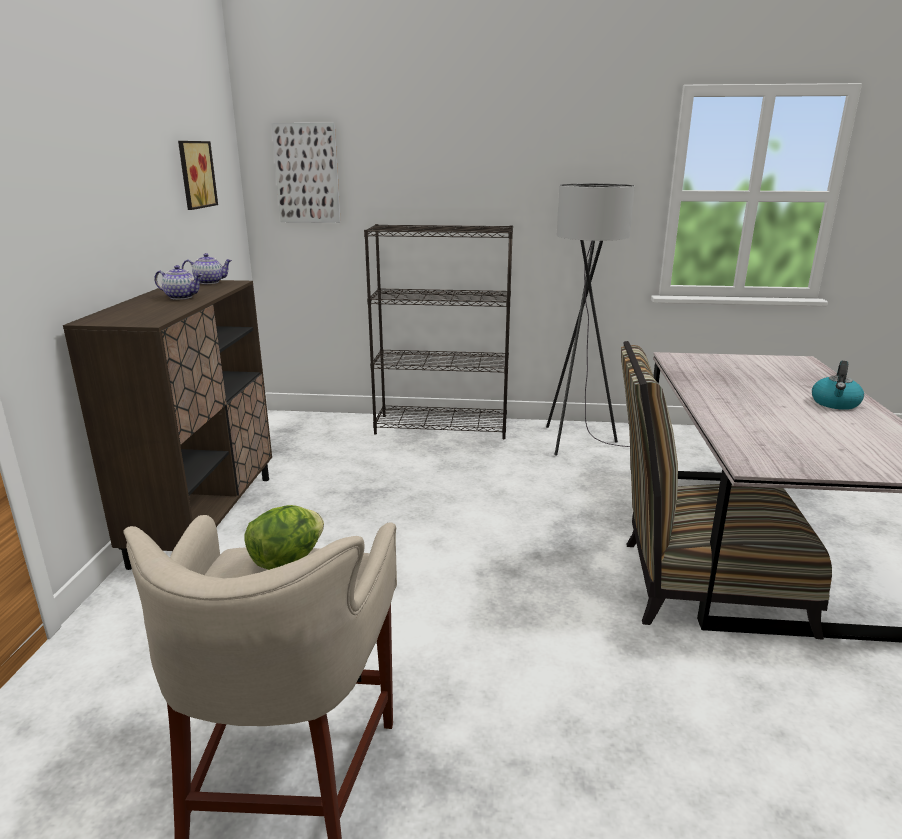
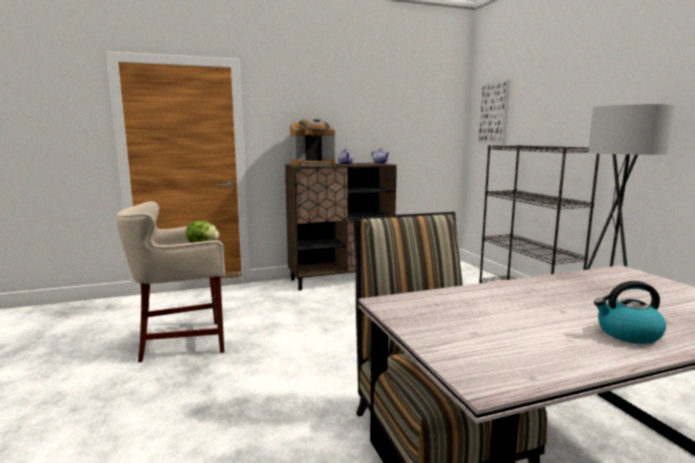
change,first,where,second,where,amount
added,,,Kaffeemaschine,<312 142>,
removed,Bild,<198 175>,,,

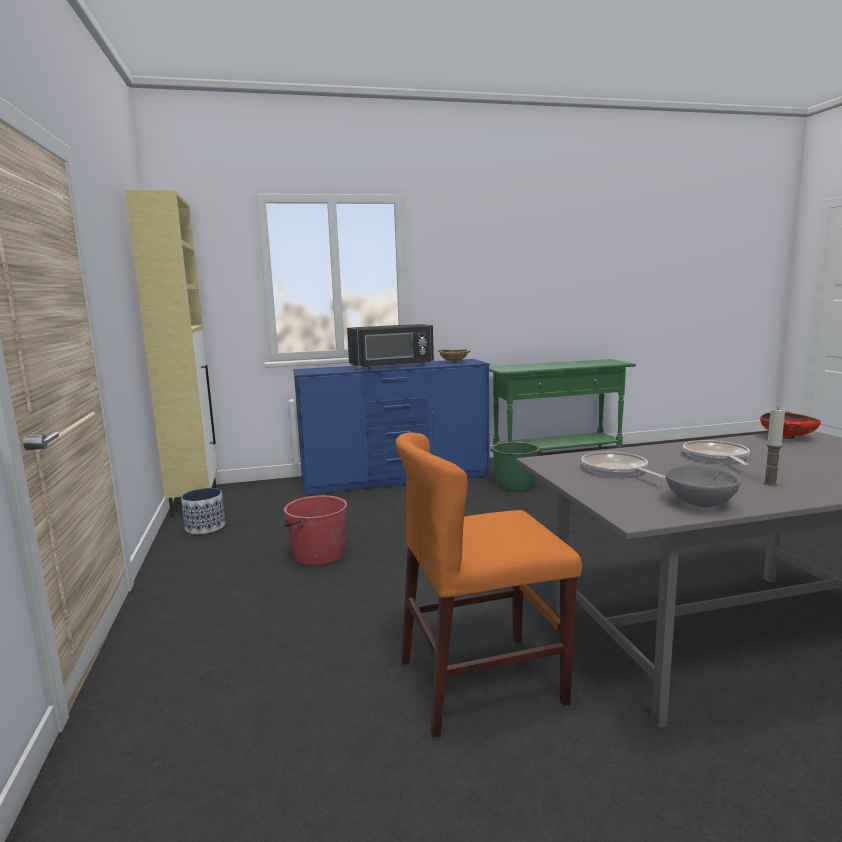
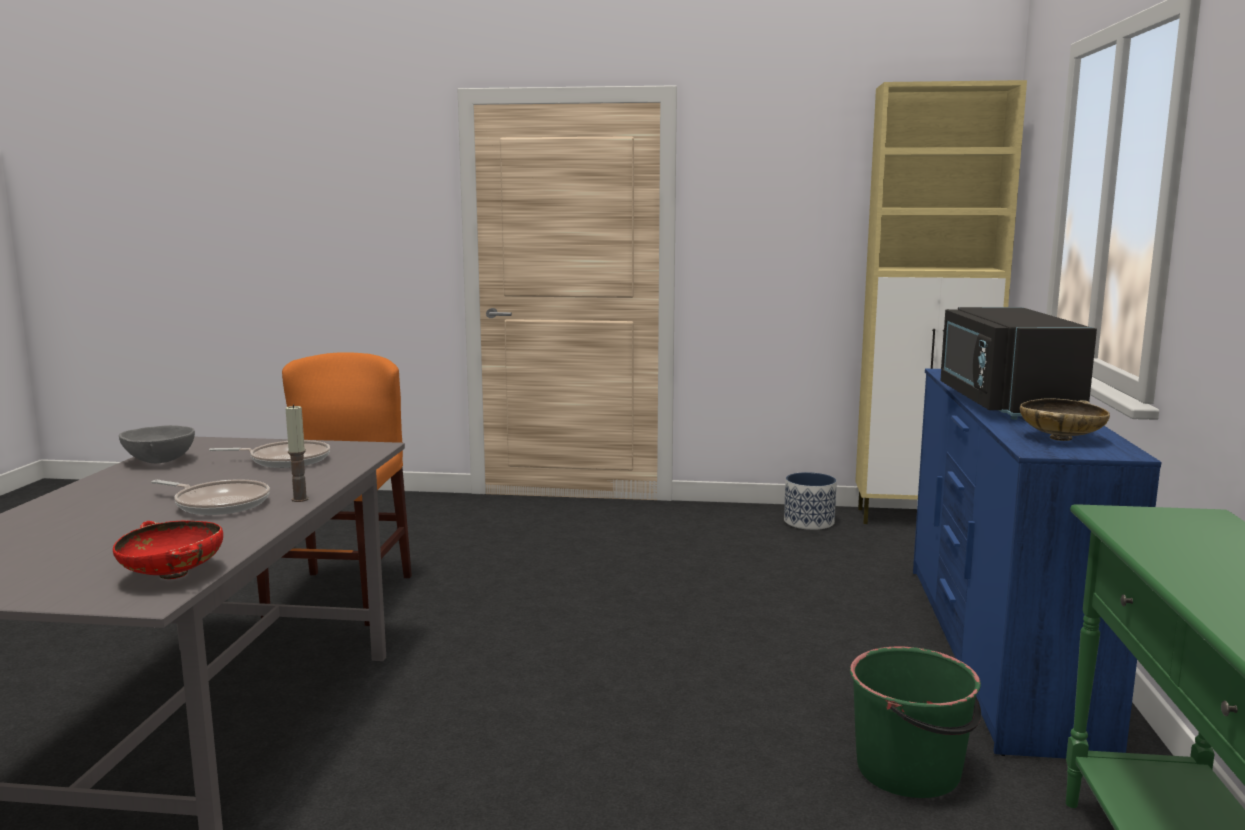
change,first,where,second,where,amount
moved,Kerze,<774 446>,,<297 453>,
removed,Eimer [rot],<315 530>,,,

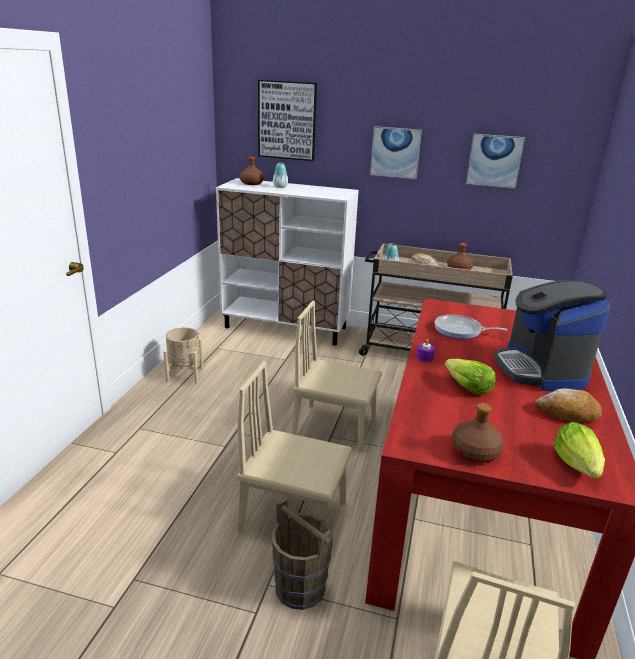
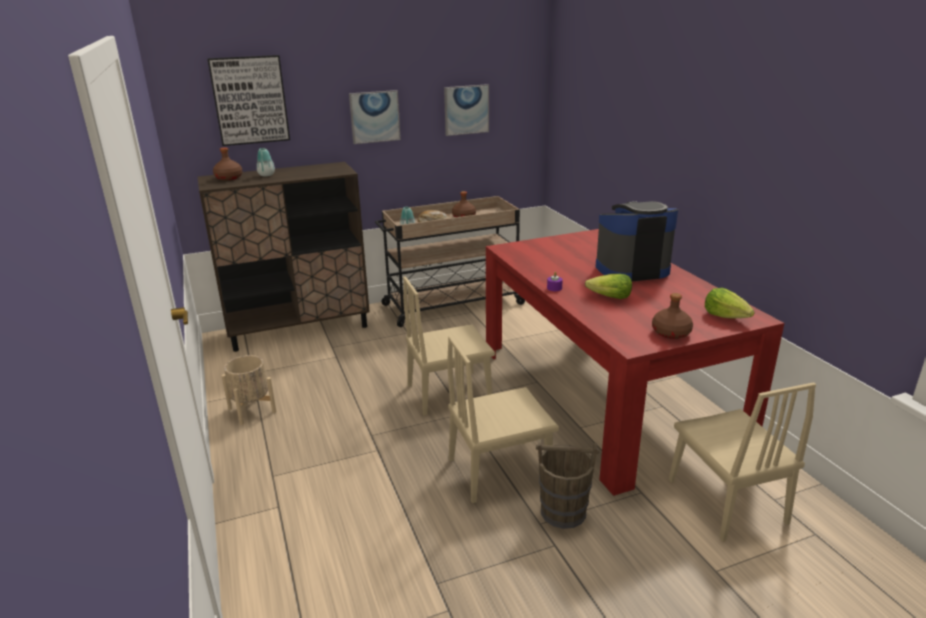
change,first,where,second,where,amount
recoloured,Schrank [weiß],<287 261>,Schrank [braun],<284 257>,
turned,Kaffeemaschine,<552 335>,,<637 241>,120 degrees clockwise
removed,Pfanne,<471 327>,,,
removed,Brot,<568 405>,,,

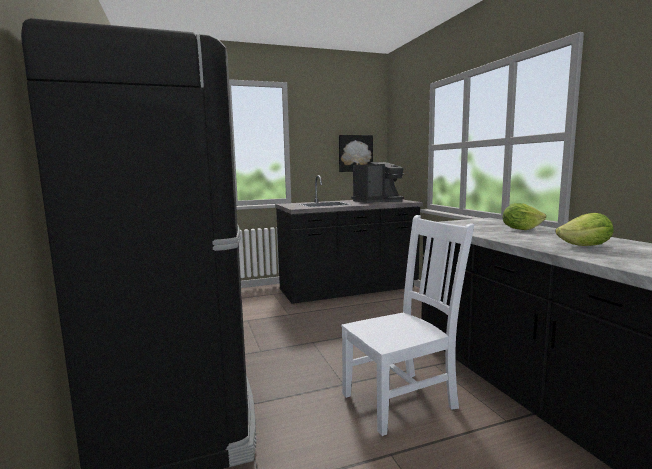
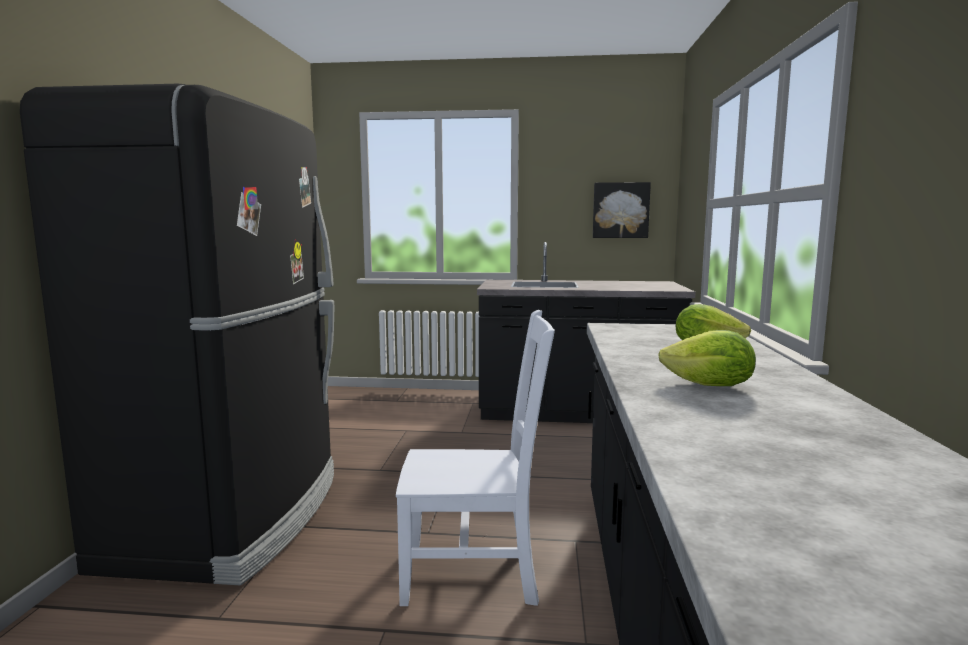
change,first,where,second,where,amount
removed,Kaffeemaschine,<377 182>,,,

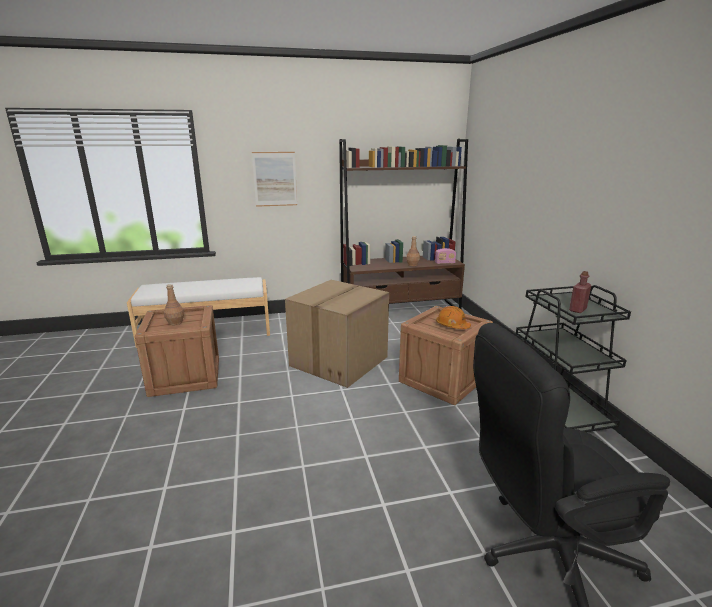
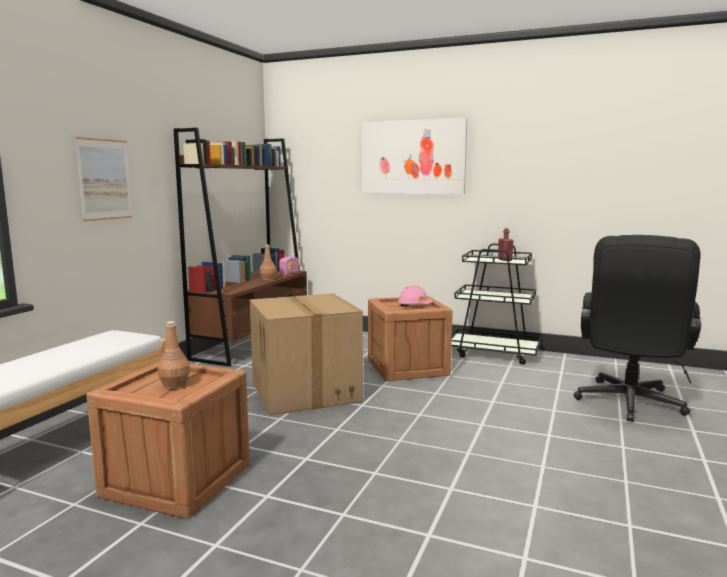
change,first,where,second,where,amount
added,,,Bild,<414 156>,
recoloured,Schutzhelm [orange],<453 317>,Schutzhelm [rosa],<414 296>,

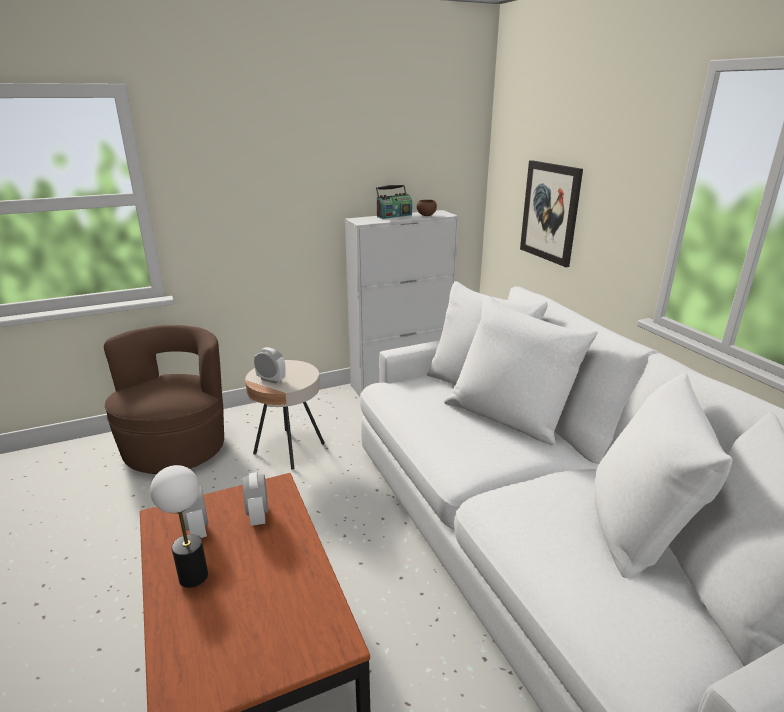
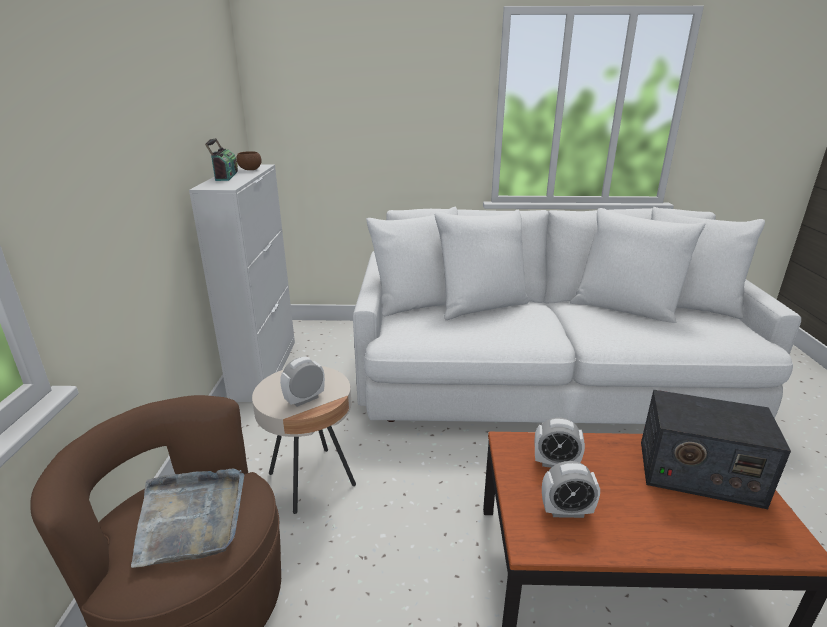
change,first,where,second,where,amount
added,,,Tablett [grau],<187 518>,
added,,,Radio,<716 449>,
removed,Tischlampe,<179 526>,,,
removed,Bild,<551 213>,,,

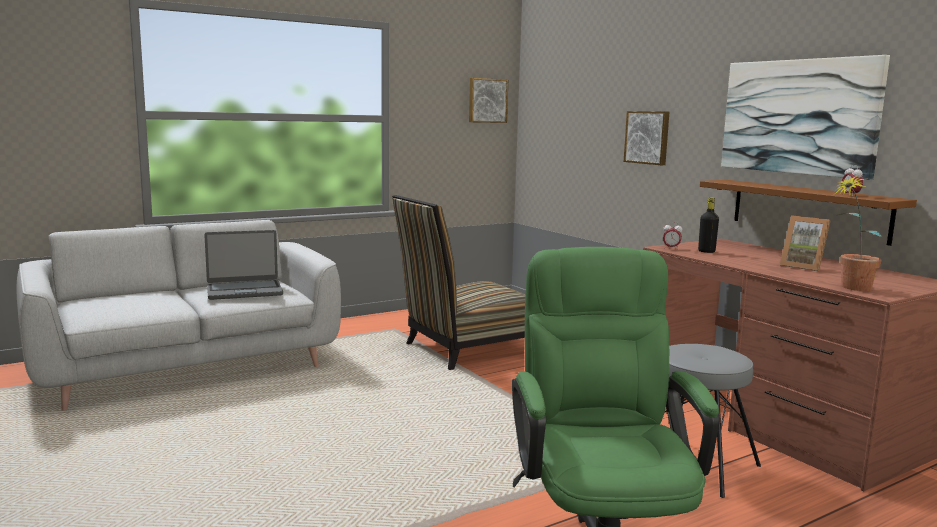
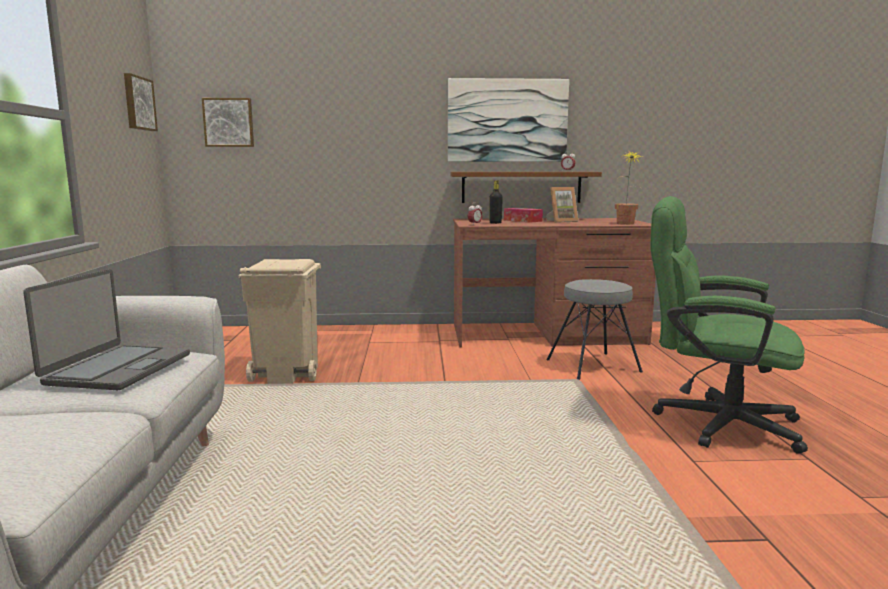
change,first,where,second,where,amount
moved,Bild,<646 138>,,<228 122>,
replaced,Stuhl,<458 282>,Mülleimer [beige],<280 321>,
added,,,Taschentuchbox,<523 215>,

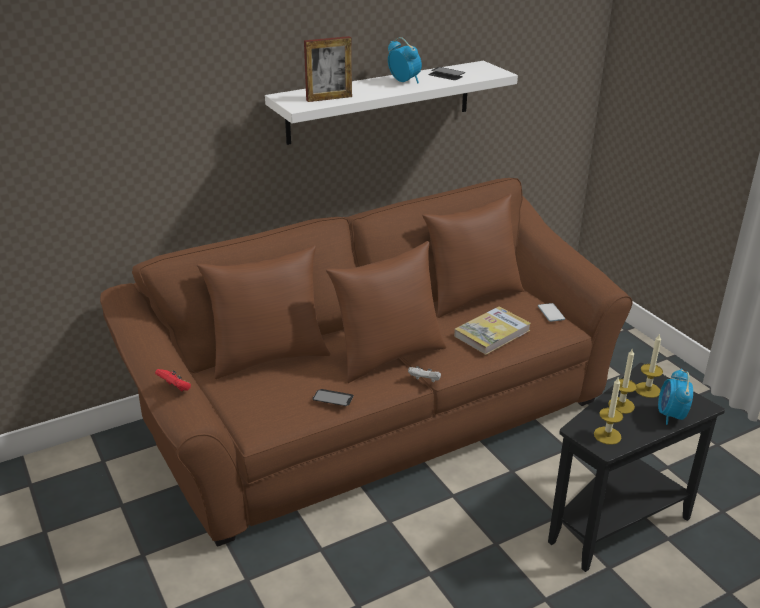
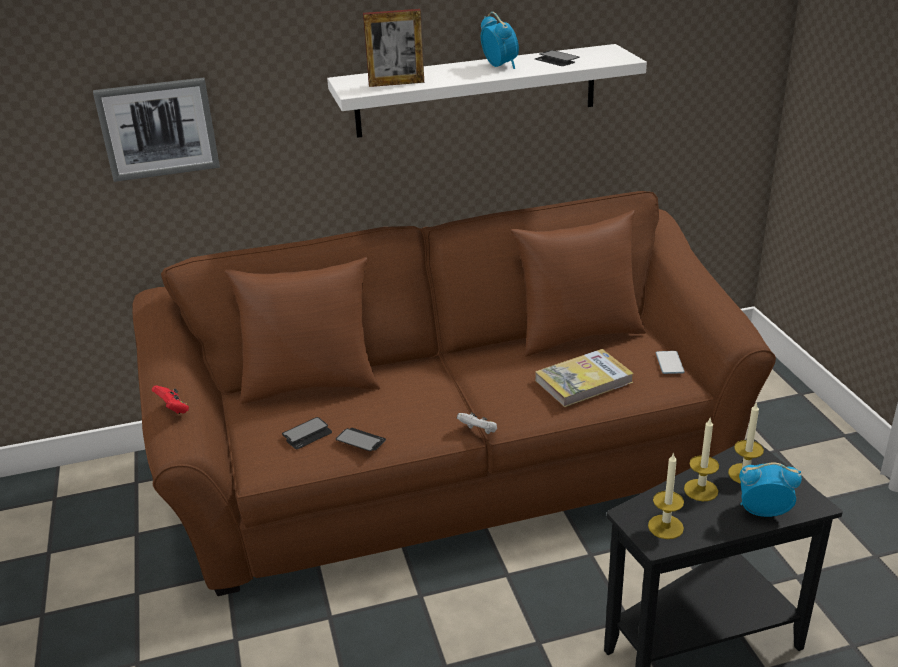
change,first,where,second,where,amount
added,,,Bild,<156 130>,
added,,,Handy,<307 433>,
turned,Wecker,<675 397>,,<770 489>,75 degrees clockwise
removed,Kissen [braun],<386 312>,,,

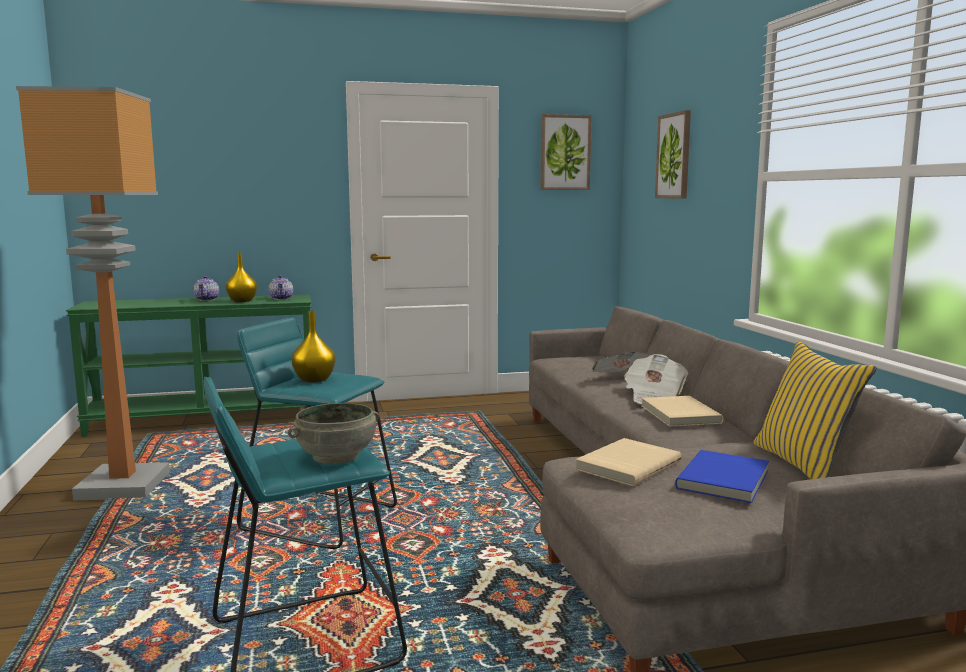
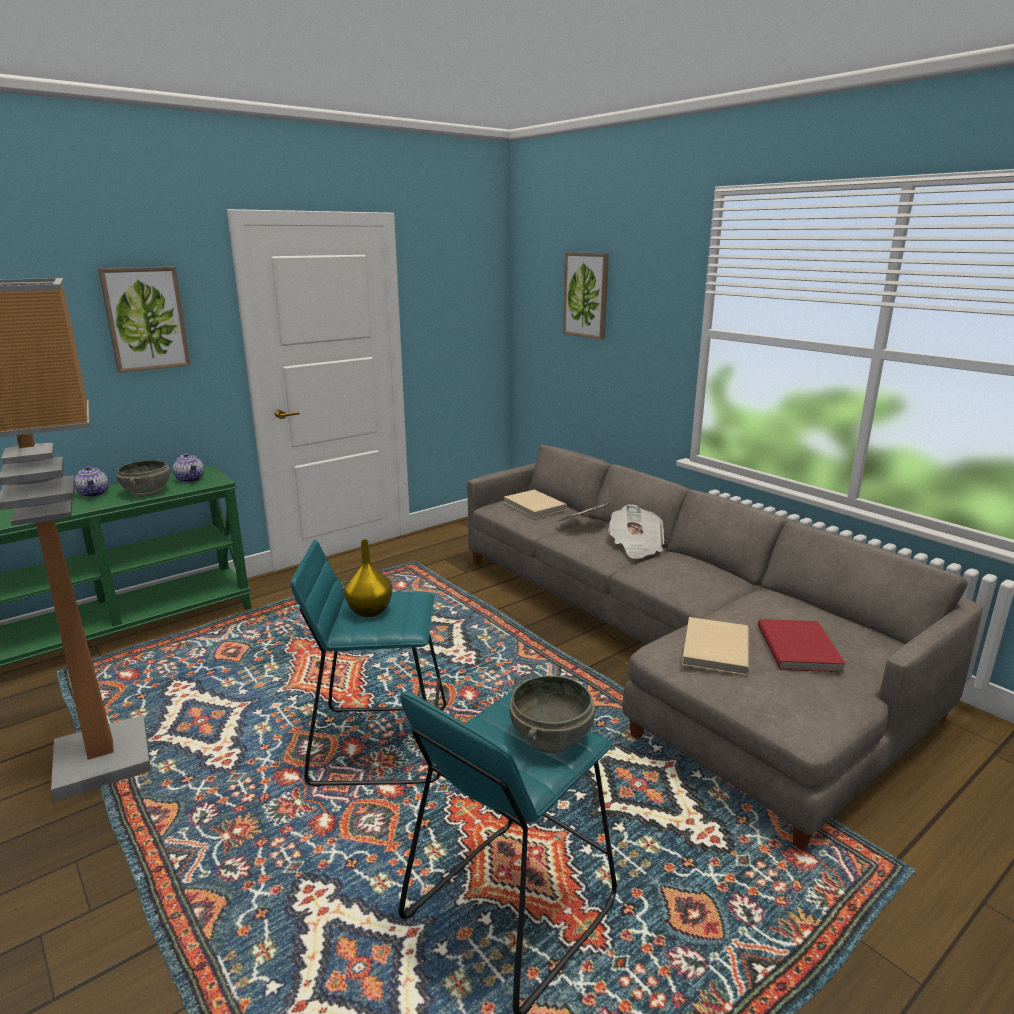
change,first,where,second,where,amount
moved,Bild,<566 152>,,<144 320>,
replaced,Vase [gelb],<241 277>,Schüssel [grau],<143 478>,
moved,Buch [beige],<682 411>,,<535 504>,
recoloured,Buch [blau],<722 476>,Buch [rot],<802 645>,
removed,Kissen [gelb],<815 410>,,,

